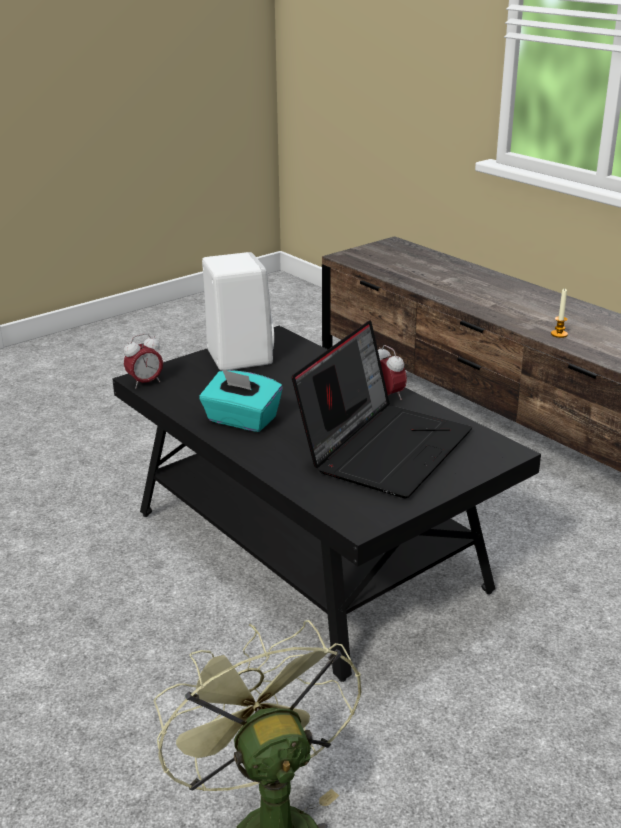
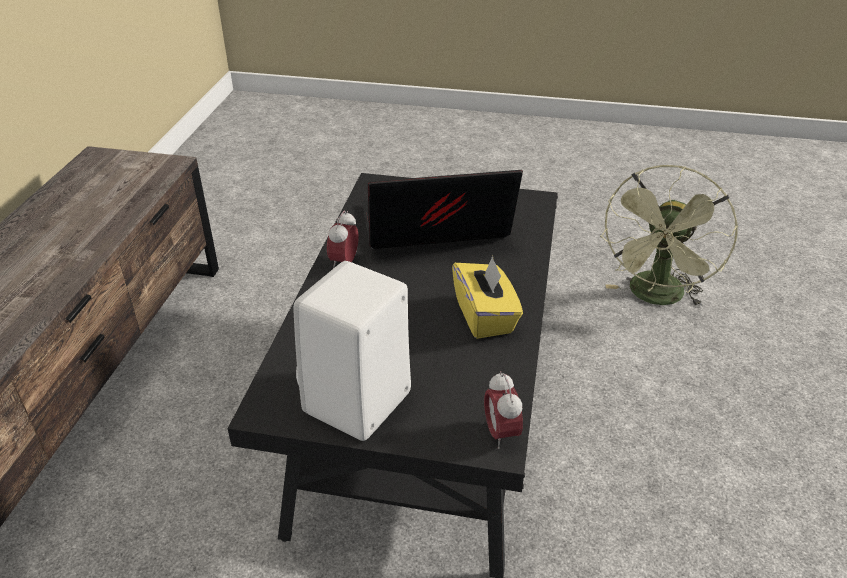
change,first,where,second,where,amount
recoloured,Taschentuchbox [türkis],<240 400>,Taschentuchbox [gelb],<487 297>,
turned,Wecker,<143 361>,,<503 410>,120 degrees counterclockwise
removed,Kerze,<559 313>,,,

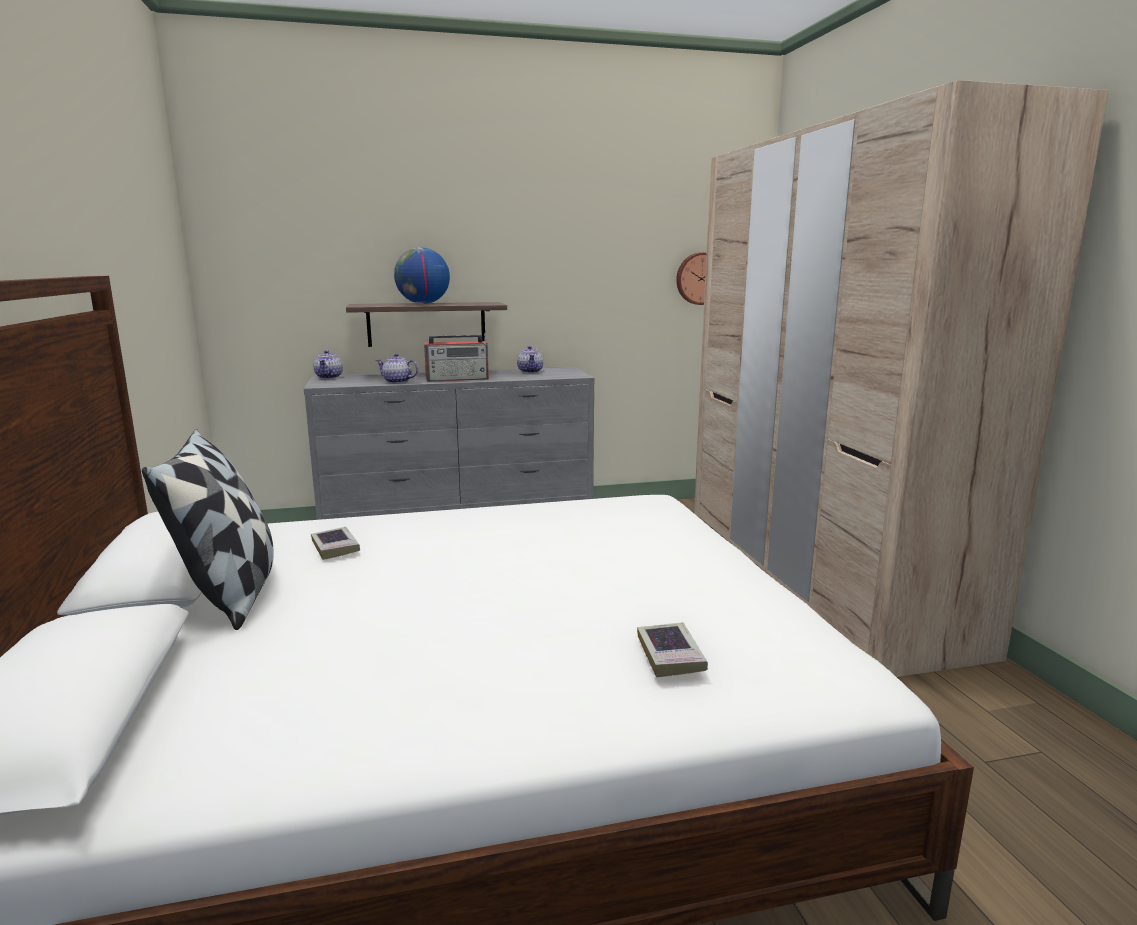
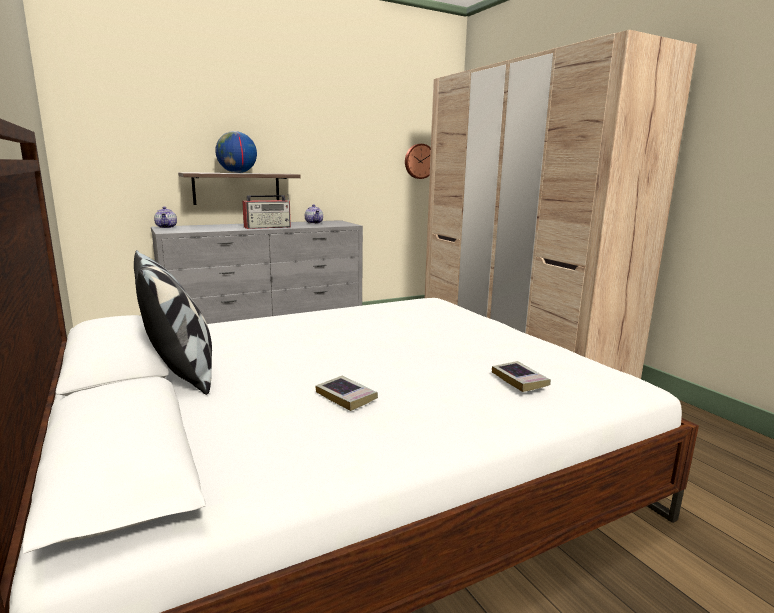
change,first,where,second,where,amount
moved,Buch,<335 543>,,<346 393>,
removed,Teekanne,<397 368>,,,

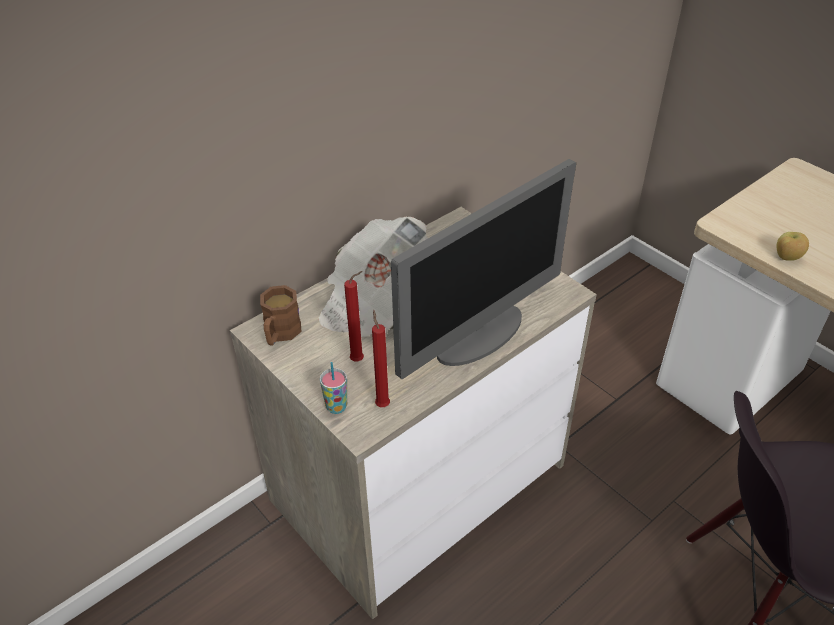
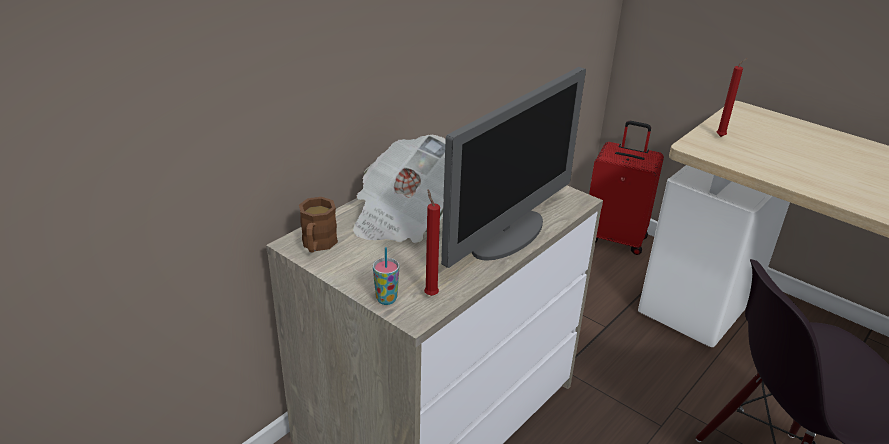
change,first,where,second,where,amount
added,,,Koffer [rot],<626 188>,
moved,Kerze [rot],<354 316>,,<732 97>,
removed,Apfel,<793 246>,,,

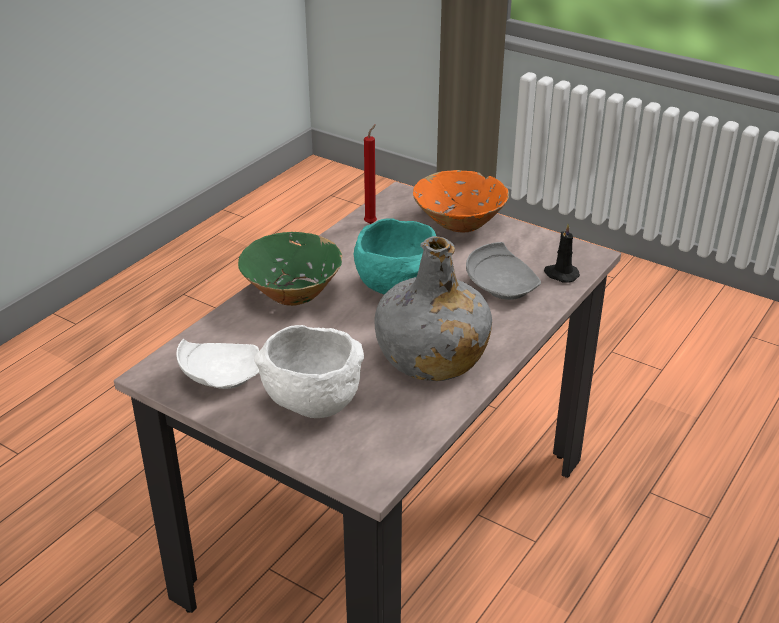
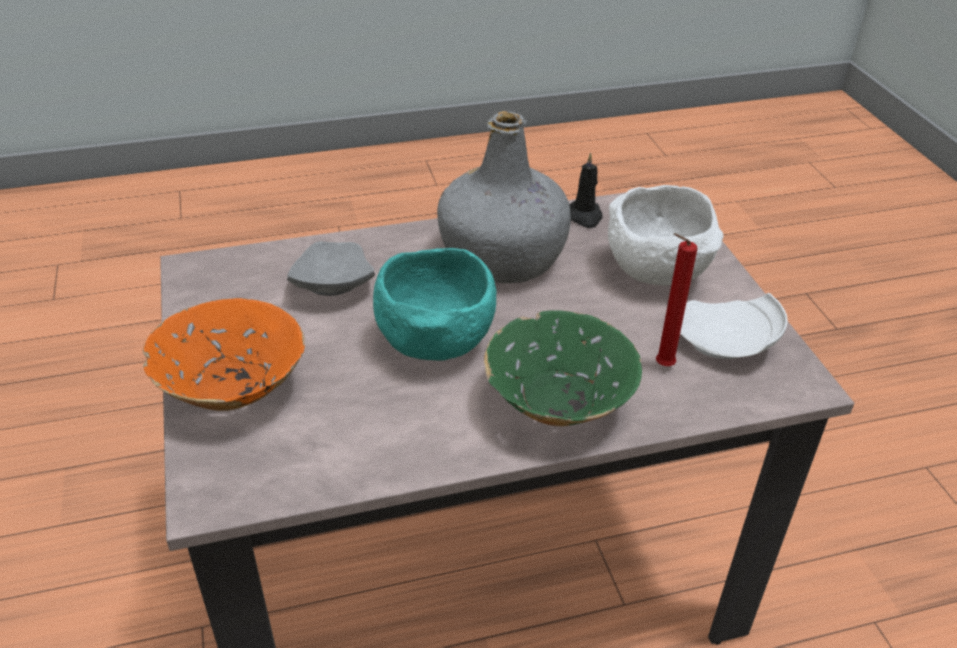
change,first,where,second,where,amount
moved,Kerze [schwarz],<562 253>,,<586 190>,
moved,Kerze [rot],<370 174>,,<677 299>,

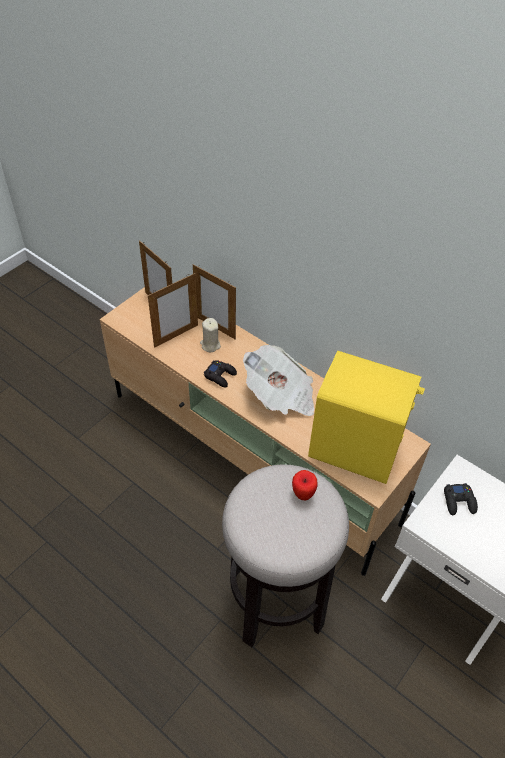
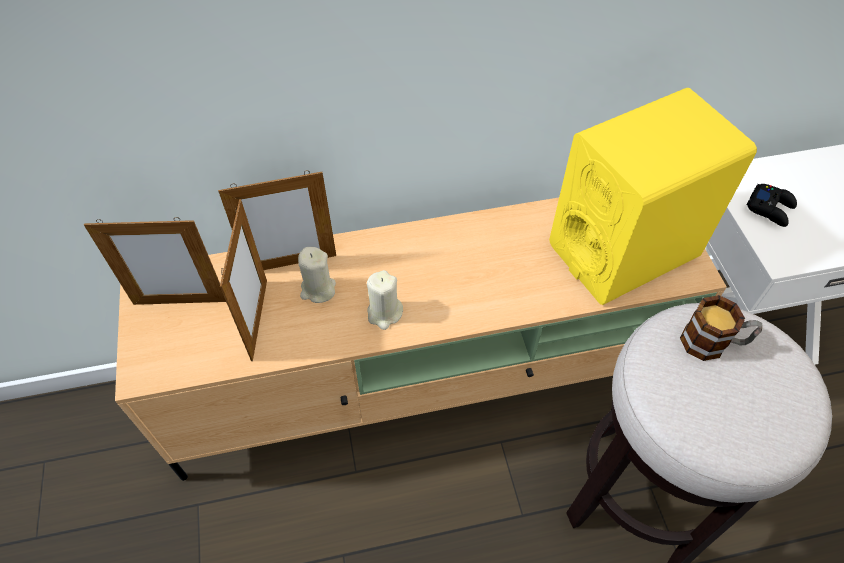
change,first,where,second,where,amount
replaced,Gamepad [schwarz],<220 374>,Kerze [beige],<385 300>,
replaced,Apfel,<304 485>,Henkelbecher,<721 328>,
removed,Zeitung,<278 380>,,,

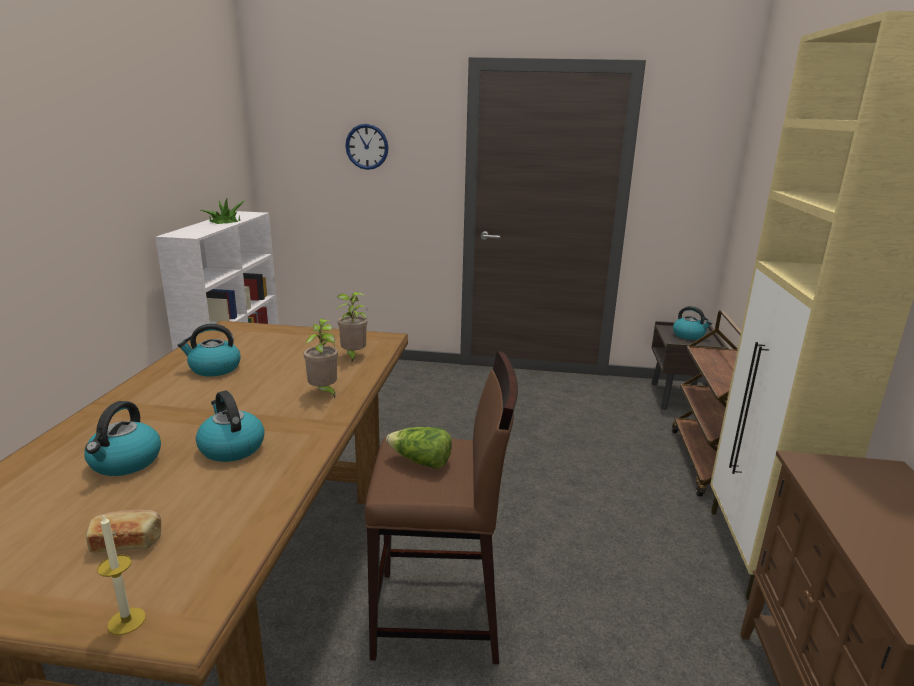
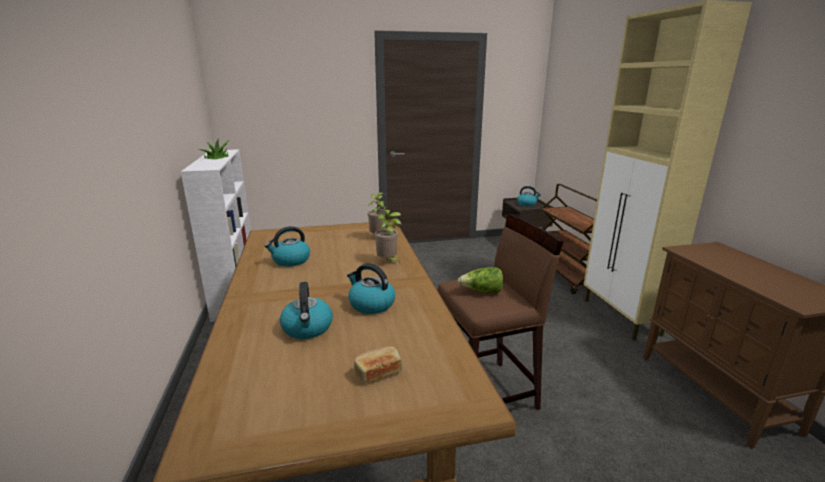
change,first,where,second,where,amount
removed,Kerze,<121 574>,,,
removed,Wanduhr,<367 147>,,,

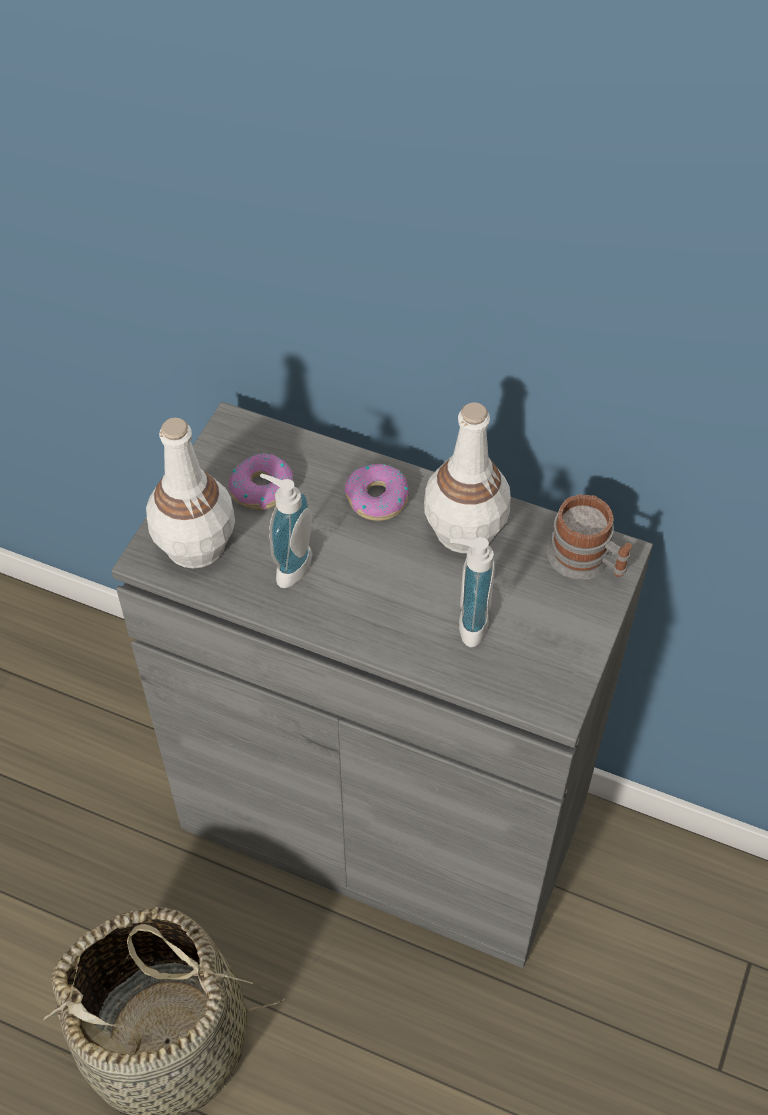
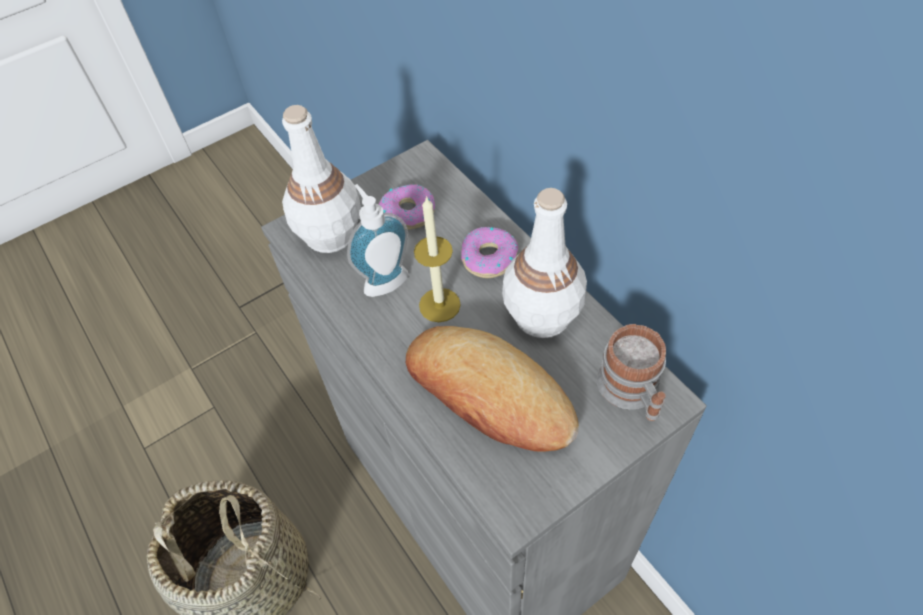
change,first,where,second,where,amount
replaced,Seifenspender,<472 592>,Brot,<492 388>,
added,,,Kerze,<437 259>,

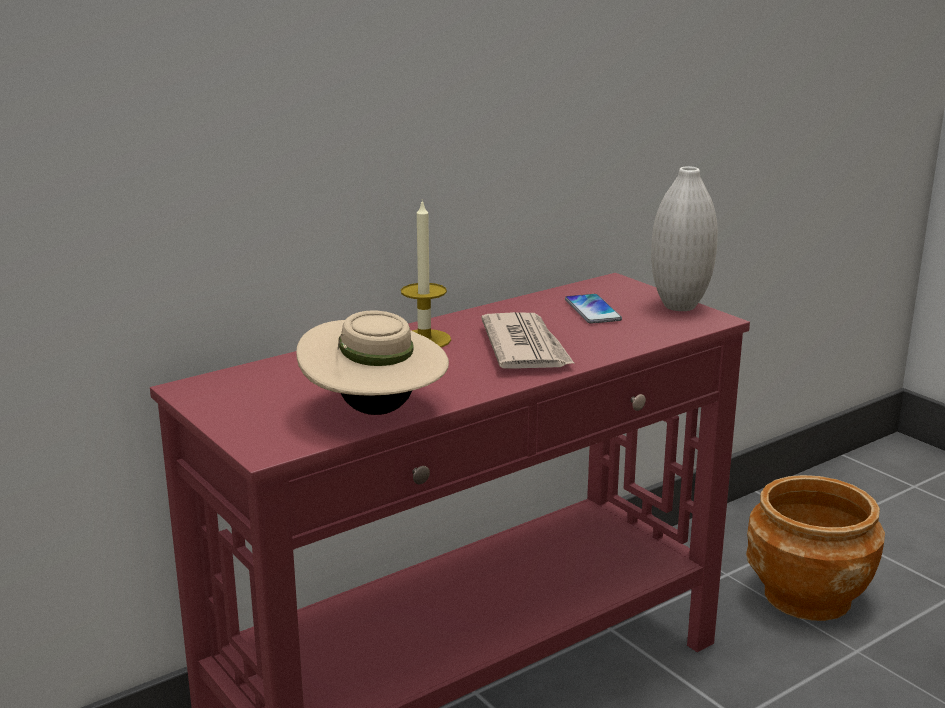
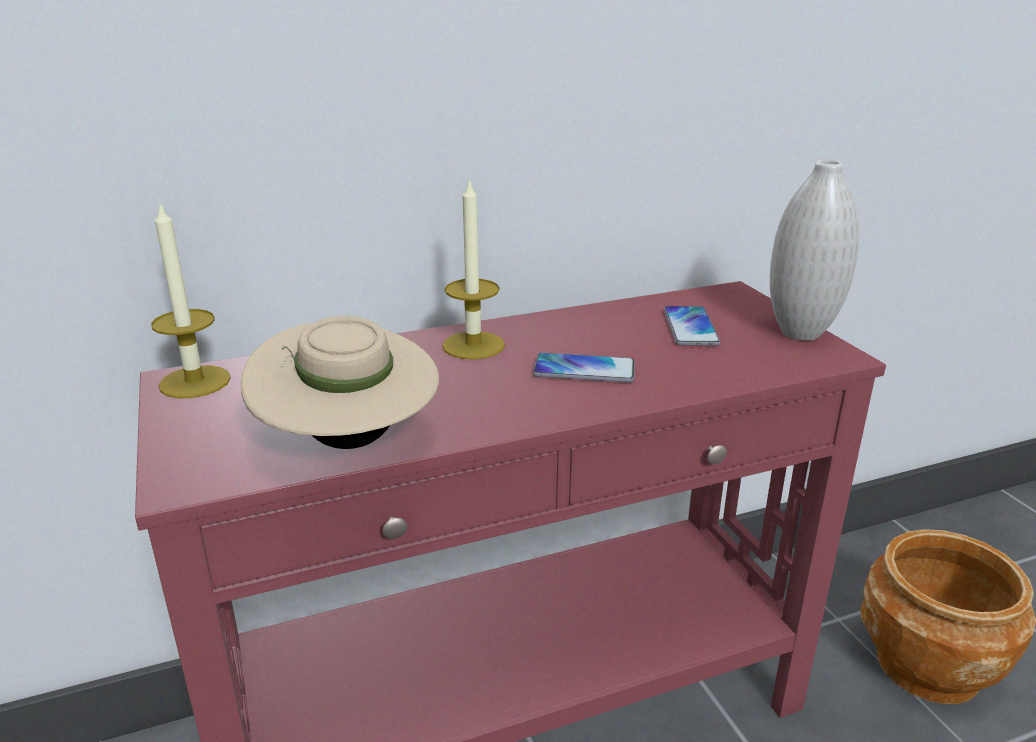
change,first,where,second,where,amount
added,,,Kerze,<191 299>,
replaced,Zeitung,<528 340>,Handy,<584 368>,

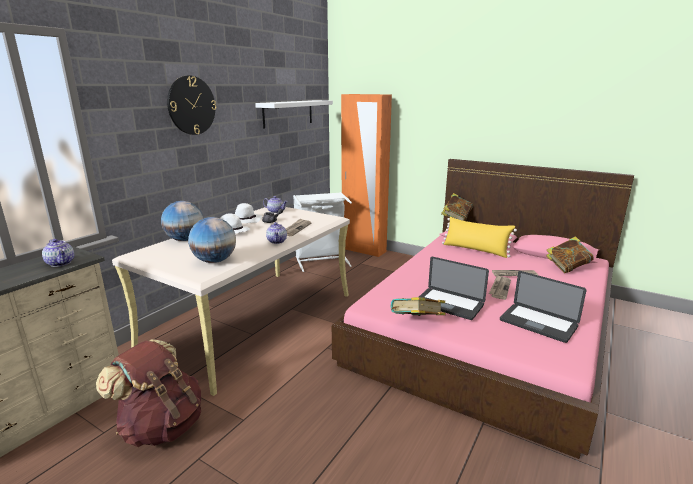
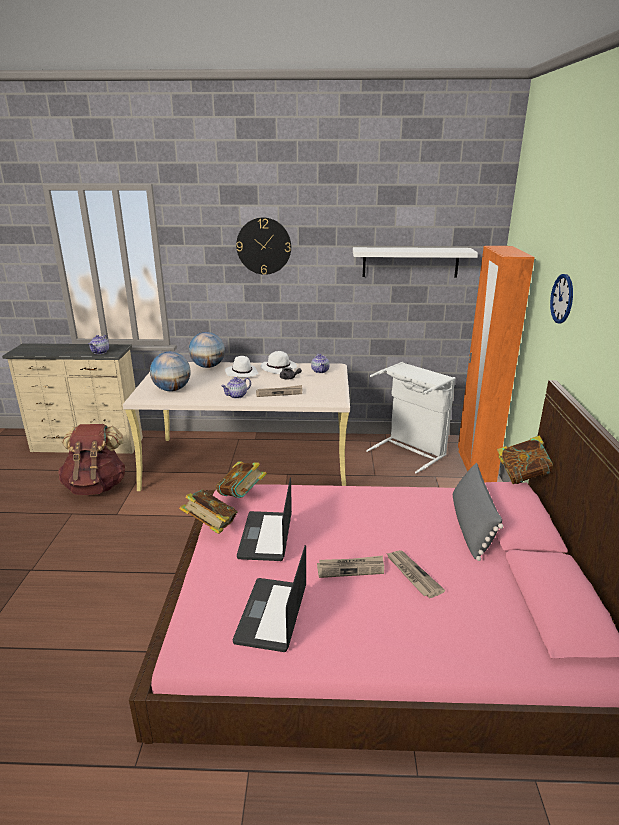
change,first,where,second,where,amount
moved,Buch,<569 254>,,<241 479>,
recoloured,Kissen [gelb],<479 237>,Kissen [grau],<478 512>,
added,,,Wanduhr,<561 299>,

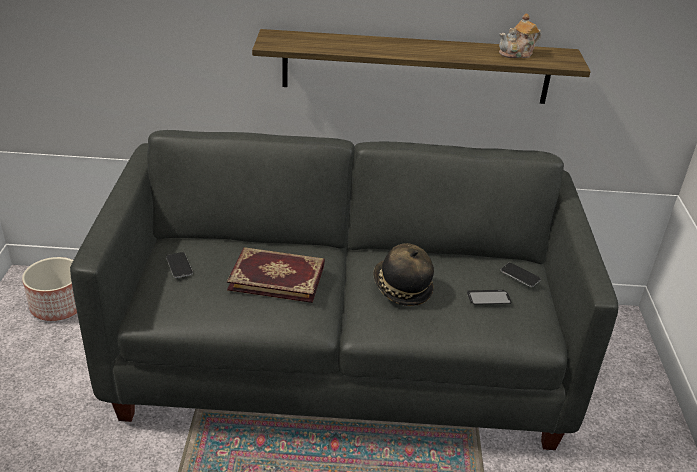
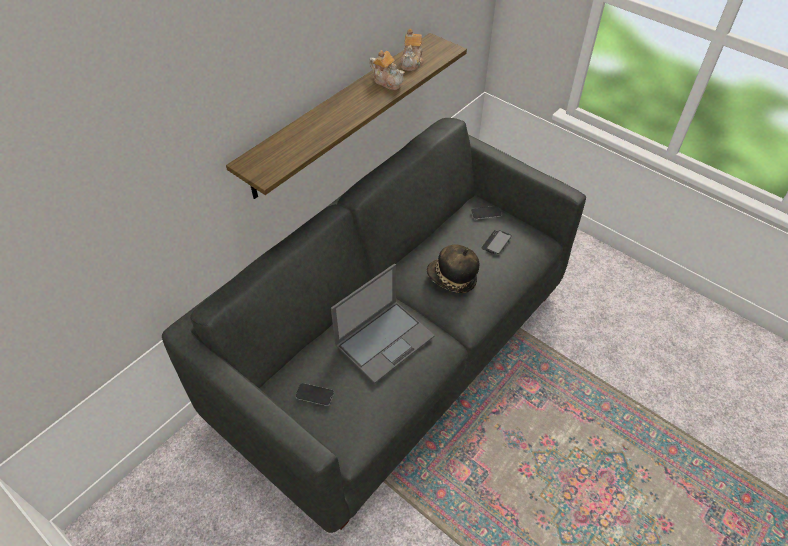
change,first,where,second,where,amount
replaced,Buch,<276 275>,Laptop,<383 323>,
added,,,Teekanne,<387 70>,
removed,Pflanzkübel,<49 289>,,,

